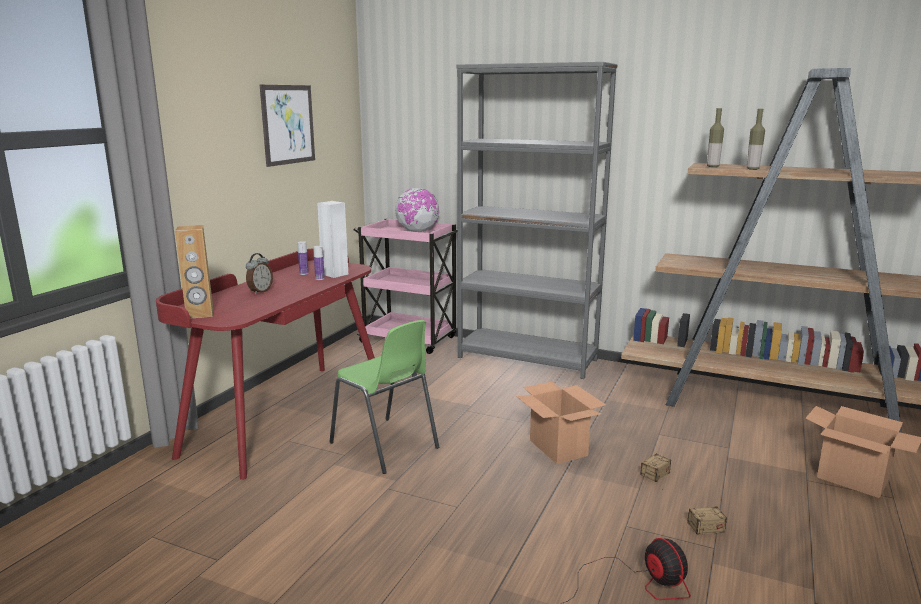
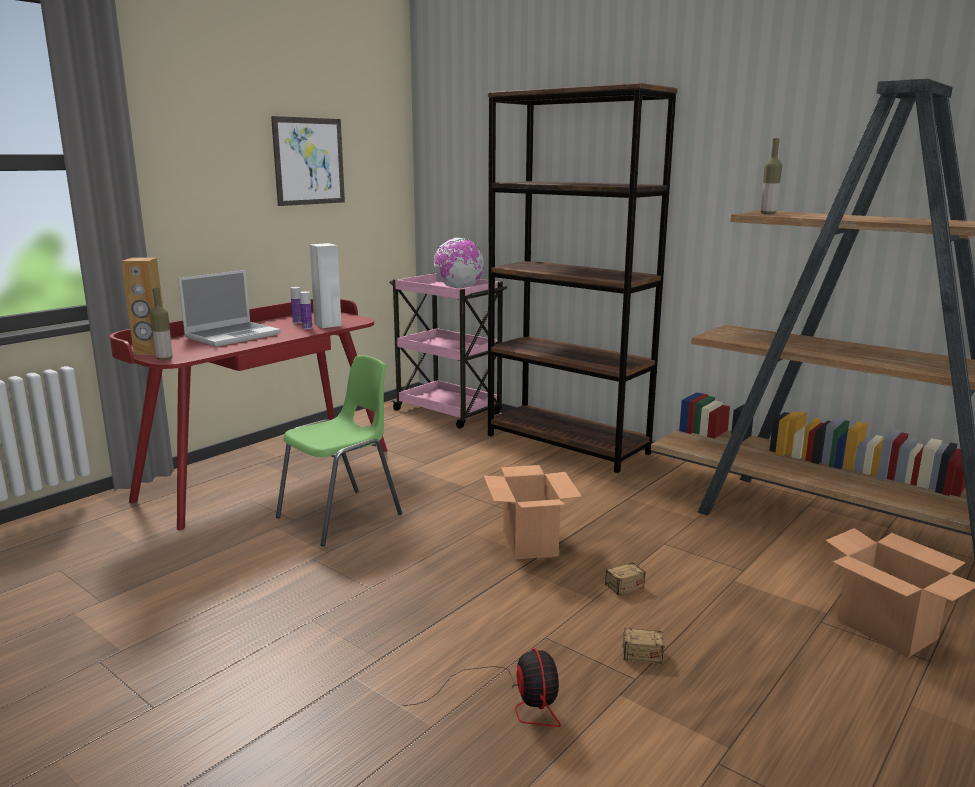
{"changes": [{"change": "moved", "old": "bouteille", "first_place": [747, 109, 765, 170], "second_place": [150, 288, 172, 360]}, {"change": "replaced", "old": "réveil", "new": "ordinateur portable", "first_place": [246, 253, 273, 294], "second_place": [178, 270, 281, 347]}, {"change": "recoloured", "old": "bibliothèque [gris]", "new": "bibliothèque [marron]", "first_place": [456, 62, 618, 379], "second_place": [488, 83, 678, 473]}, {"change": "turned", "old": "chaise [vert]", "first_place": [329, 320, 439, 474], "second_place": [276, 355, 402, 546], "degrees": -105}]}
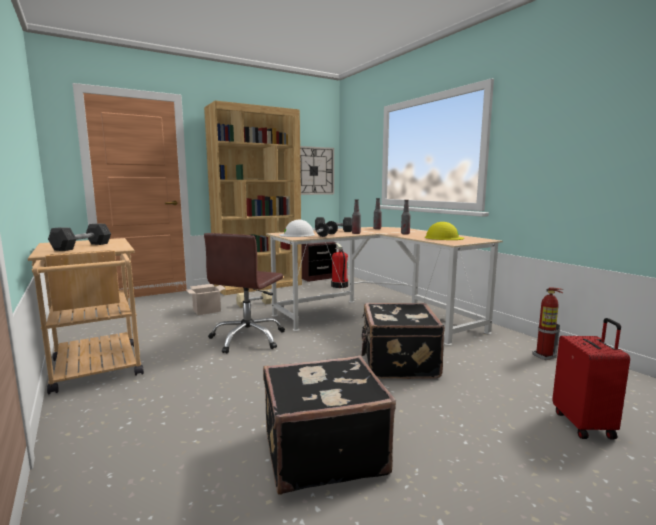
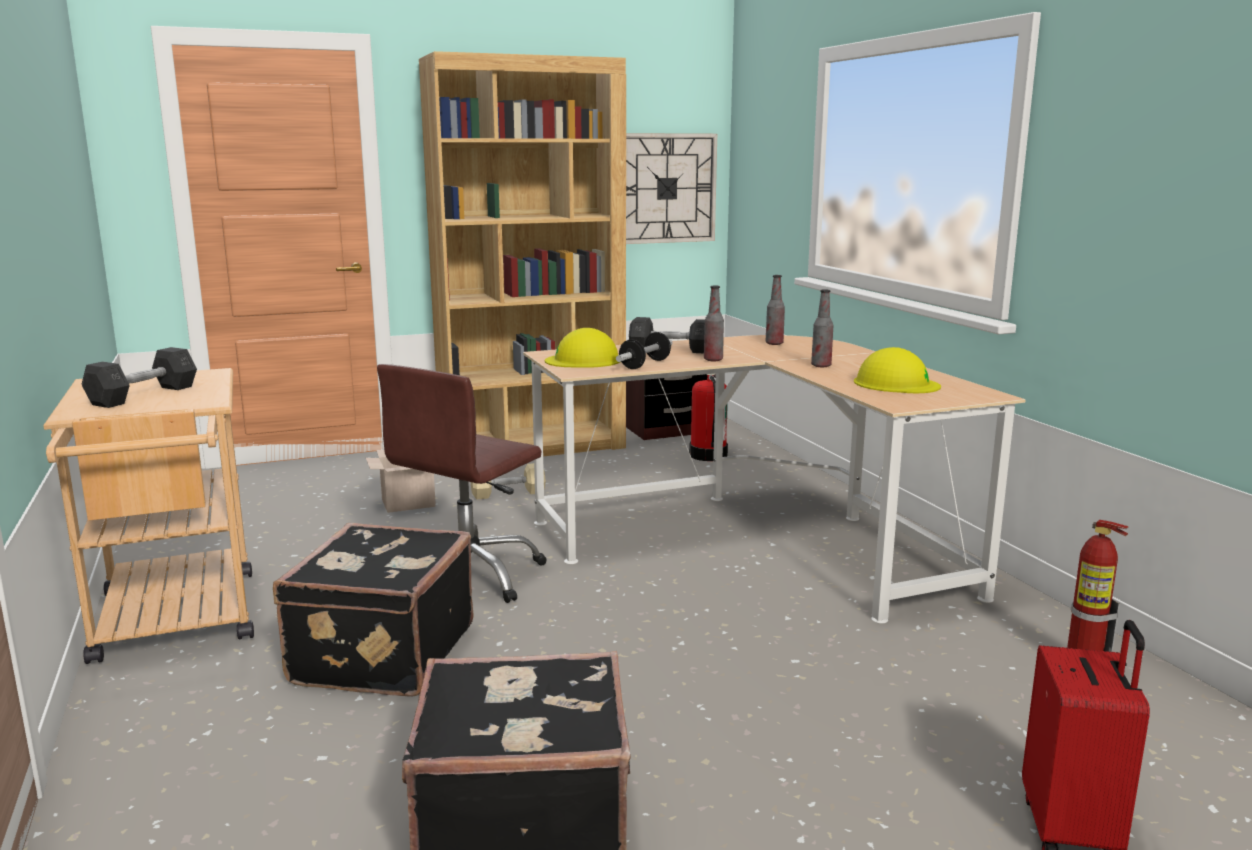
{"changes": [{"change": "moved", "old": "valise [noir]", "first_place": [361, 303, 445, 379], "second_place": [273, 523, 474, 697]}, {"change": "recoloured", "old": "casque de chantier [blanc]", "new": "casque de chantier [jaune]", "first_place": [279, 220, 315, 237], "second_place": [545, 328, 620, 368]}]}
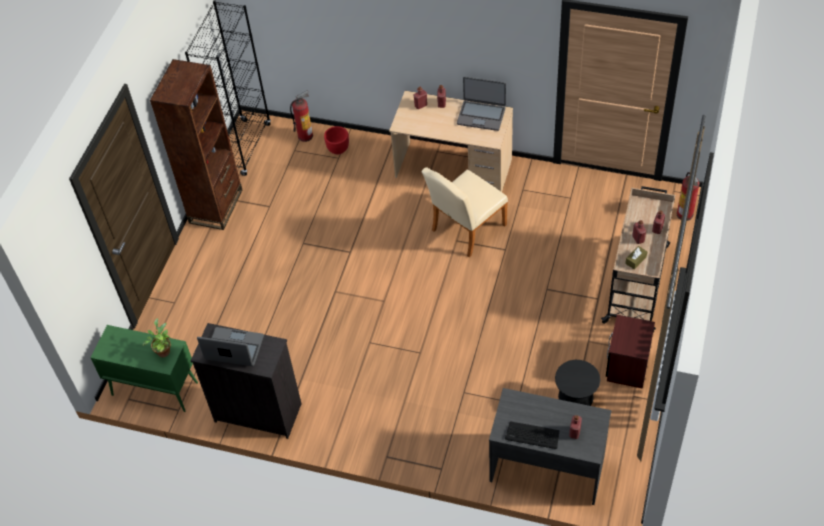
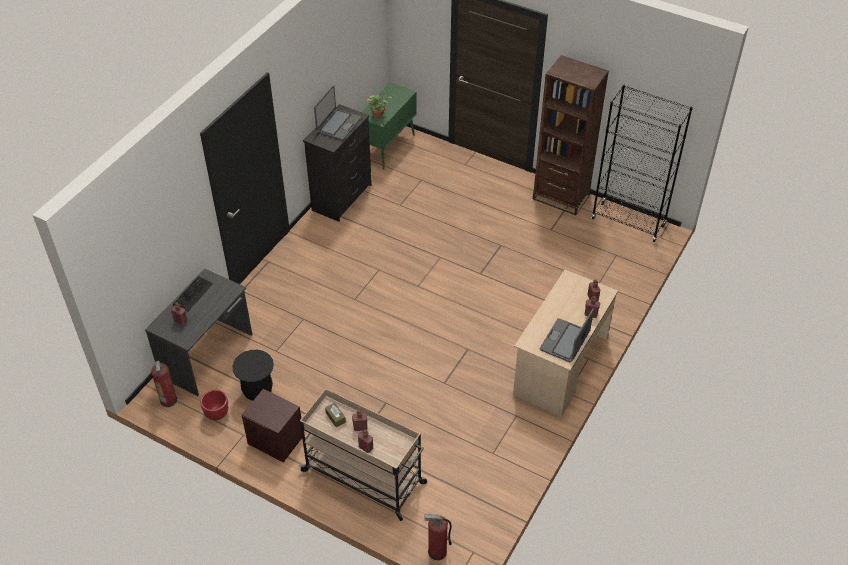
{"changes": [{"change": "removed", "old": "chaise [beige]", "first_place": [421, 167, 508, 257]}, {"change": "moved", "old": "extincteur", "first_place": [290, 91, 313, 142], "second_place": [151, 359, 177, 407]}, {"change": "moved", "old": "cache-pot [rouge]", "first_place": [324, 126, 349, 155], "second_place": [200, 390, 228, 420]}]}
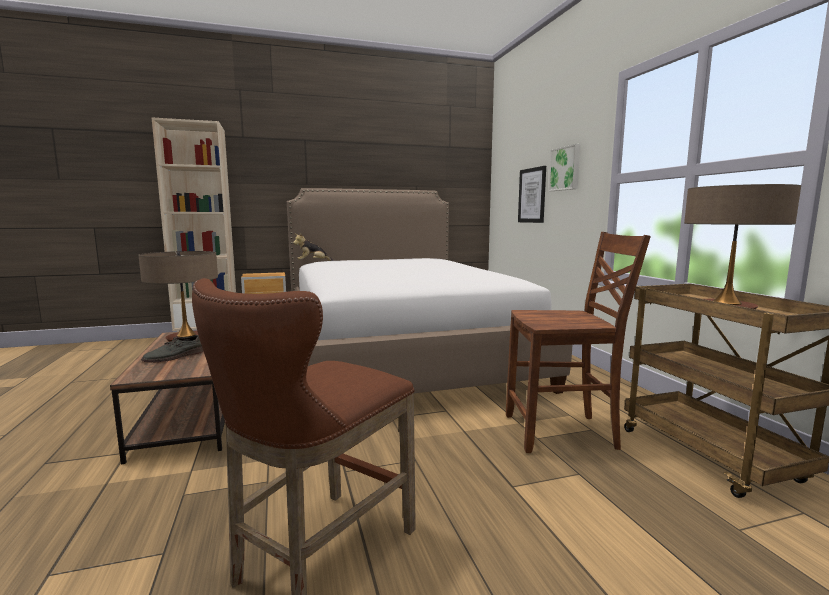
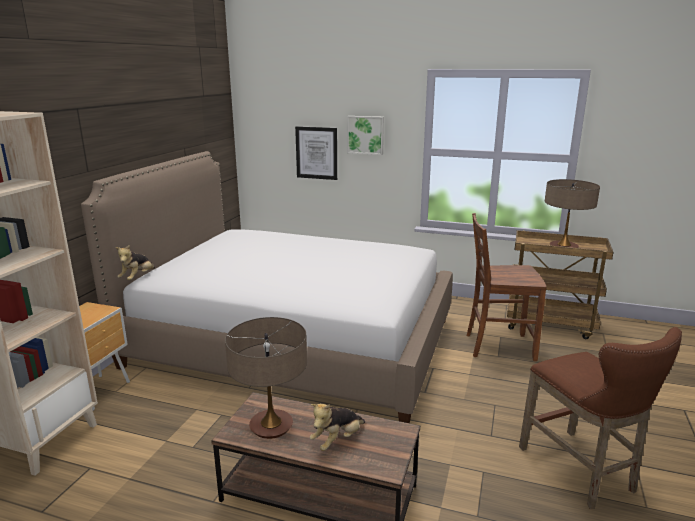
{"changes": [{"change": "replaced", "old": "chaussure [gris]", "new": "peluche", "first_place": [141, 335, 204, 363], "second_place": [310, 404, 365, 451]}, {"change": "turned", "old": "chaise [marron]", "first_place": [506, 232, 651, 453], "second_place": [467, 213, 547, 361], "degrees": -120}]}
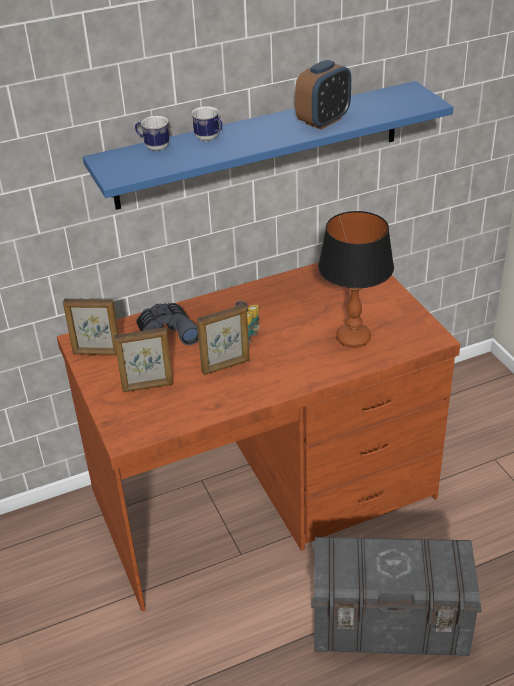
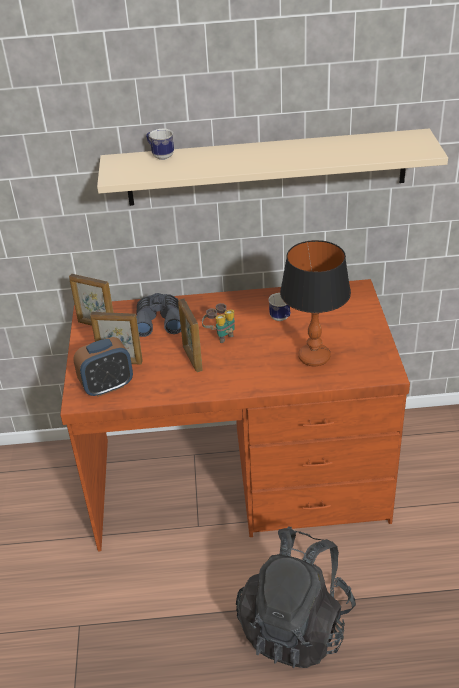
{"changes": [{"change": "moved", "old": "mug", "first_place": [191, 106, 222, 141], "second_place": [268, 293, 290, 321]}, {"change": "moved", "old": "réveil", "first_place": [295, 60, 351, 130], "second_place": [73, 337, 133, 397]}, {"change": "replaced", "old": "boîte de rangement [gris]", "new": "sac à dos [noir]", "first_place": [311, 537, 482, 656], "second_place": [236, 526, 356, 668]}, {"change": "recoloured", "old": "étagère [bleu]", "new": "étagère [beige]", "first_place": [83, 81, 454, 210], "second_place": [97, 129, 448, 206]}, {"change": "turned", "old": "cadre photo", "first_place": [197, 305, 249, 375], "second_place": [178, 299, 203, 372], "degrees": 75}]}
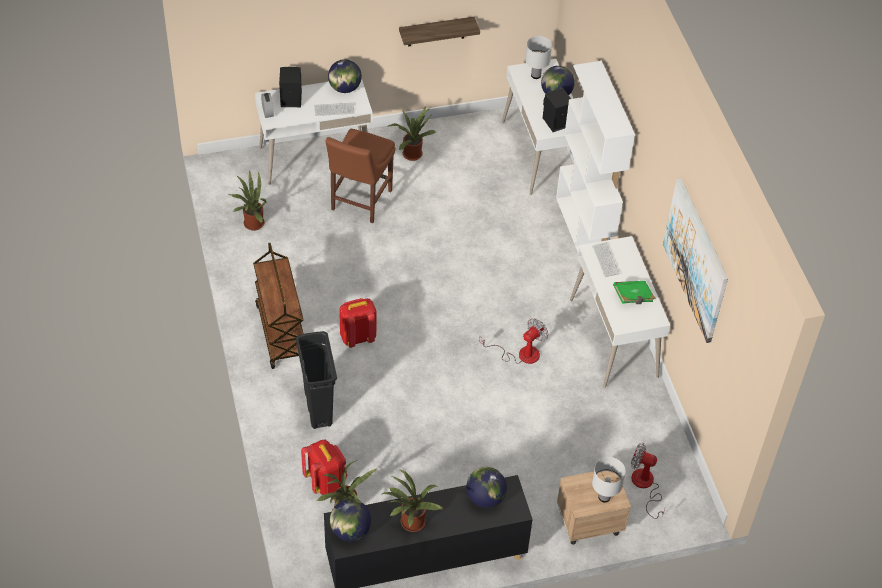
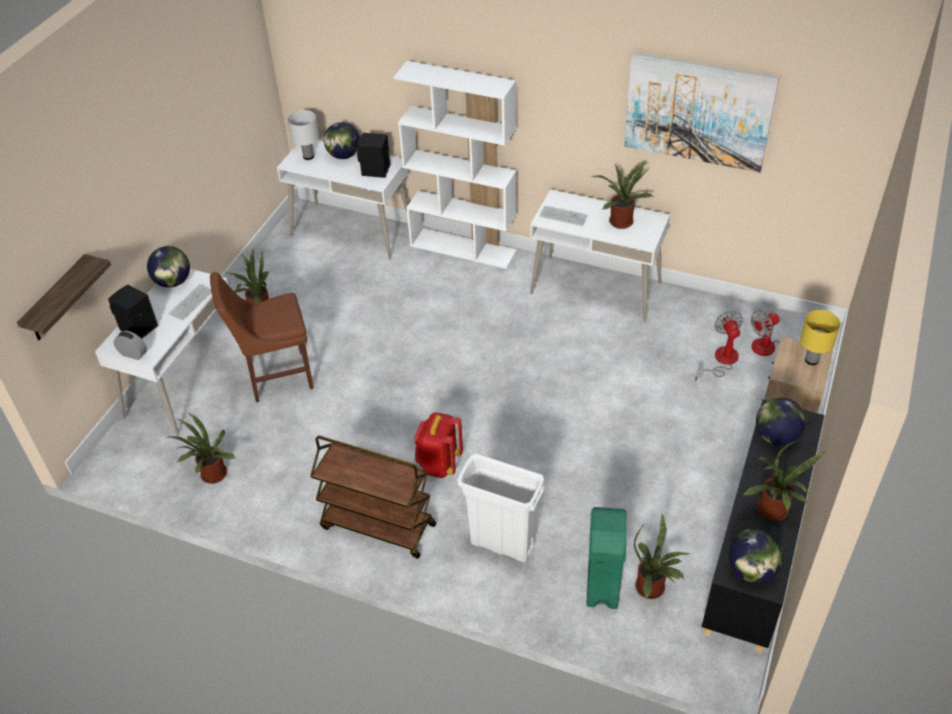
{"changes": [{"change": "moved", "old": "étagère", "first_place": [399, 17, 480, 47], "second_place": [17, 254, 111, 340]}, {"change": "moved", "old": "ventilateur", "first_place": [479, 318, 548, 364], "second_place": [695, 311, 743, 381]}, {"change": "replaced", "old": "sac à dos [rouge]", "new": "poubelle [vert]", "first_place": [301, 440, 347, 495], "second_place": [586, 507, 627, 609]}, {"change": "replaced", "old": "livre [vert]", "new": "plante en pot", "first_place": [613, 281, 656, 304], "second_place": [592, 162, 653, 229]}, {"change": "recoloured", "old": "poubelle [noir]", "new": "poubelle [blanc]", "first_place": [296, 331, 337, 429], "second_place": [457, 454, 545, 562]}, {"change": "recoloured", "old": "lampe de table [blanc]", "new": "lampe de table [jaune]", "first_place": [592, 457, 626, 502], "second_place": [800, 310, 840, 365]}, {"change": "turned", "old": "chaise [marron]", "first_place": [326, 129, 396, 223], "second_place": [210, 272, 314, 402], "degrees": 105}]}
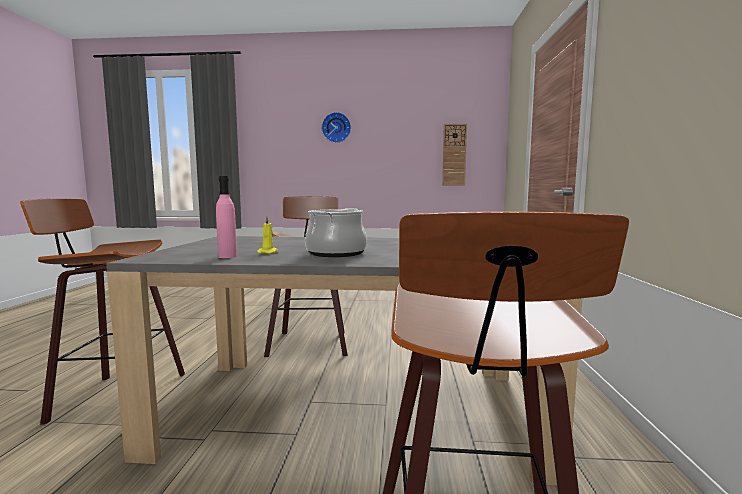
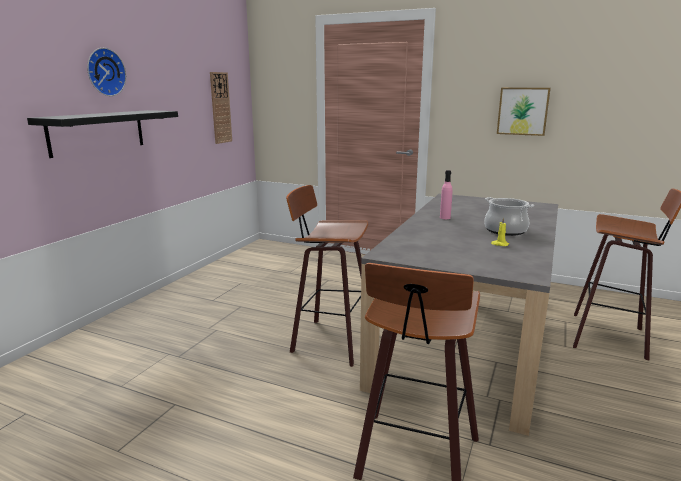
{"changes": [{"change": "added", "new": "étagère [noir]", "second_place": [27, 110, 178, 158]}, {"change": "added", "new": "tableau", "second_place": [497, 88, 551, 136]}, {"change": "moved", "old": "bouteille [rose]", "first_place": [216, 176, 237, 258], "second_place": [440, 170, 453, 219]}]}
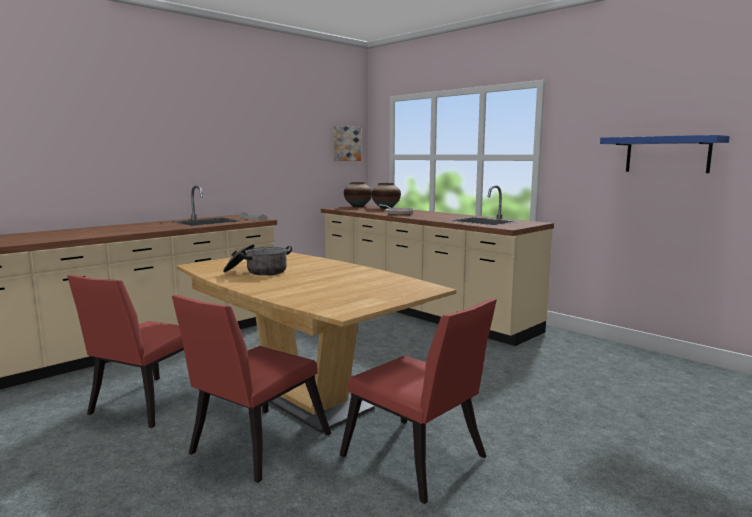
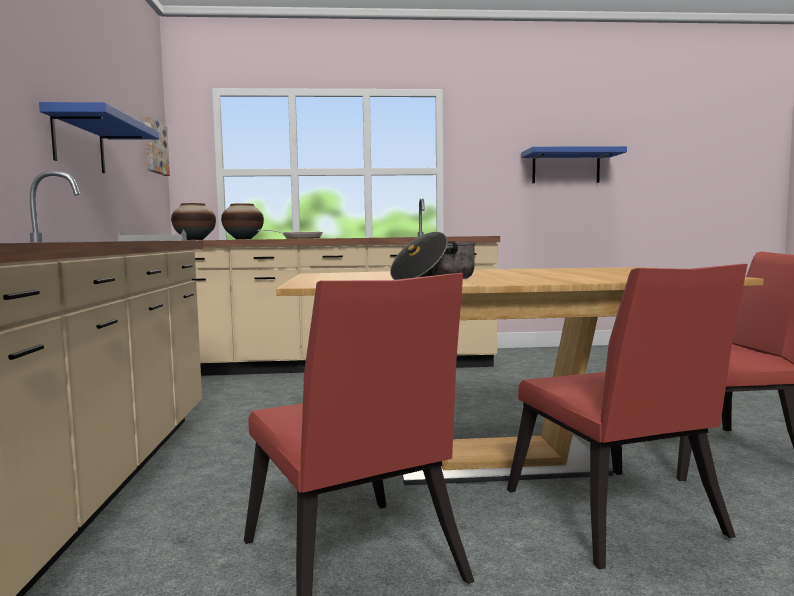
{"changes": [{"change": "added", "new": "étagère [bleu]", "second_place": [39, 102, 159, 173]}]}
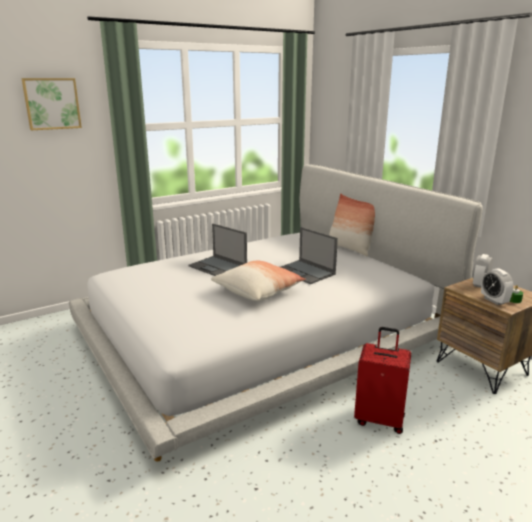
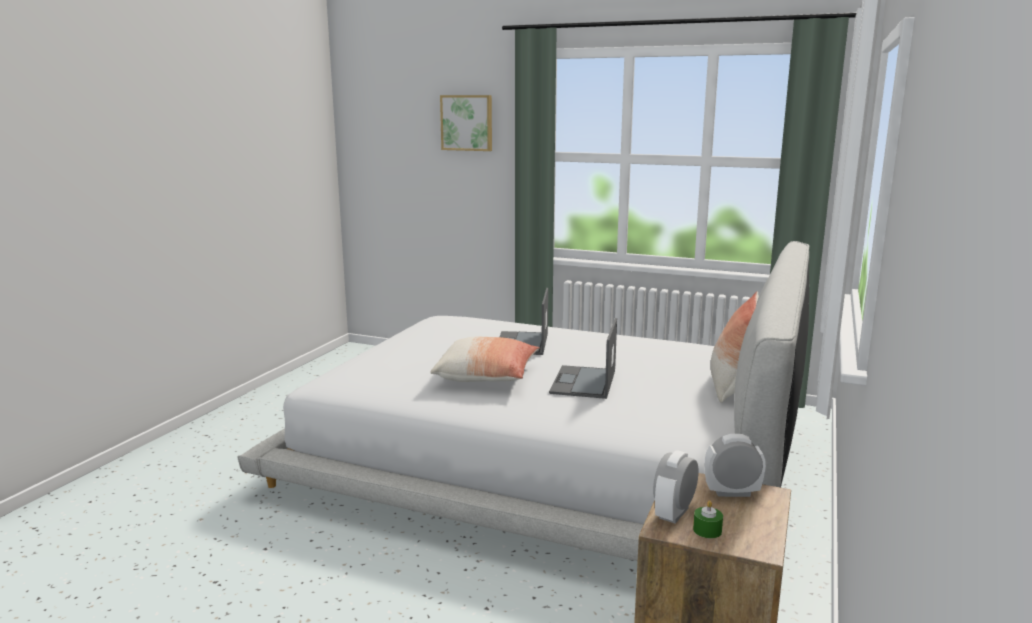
{"changes": [{"change": "removed", "old": "valise [rouge]", "first_place": [354, 327, 411, 434]}]}
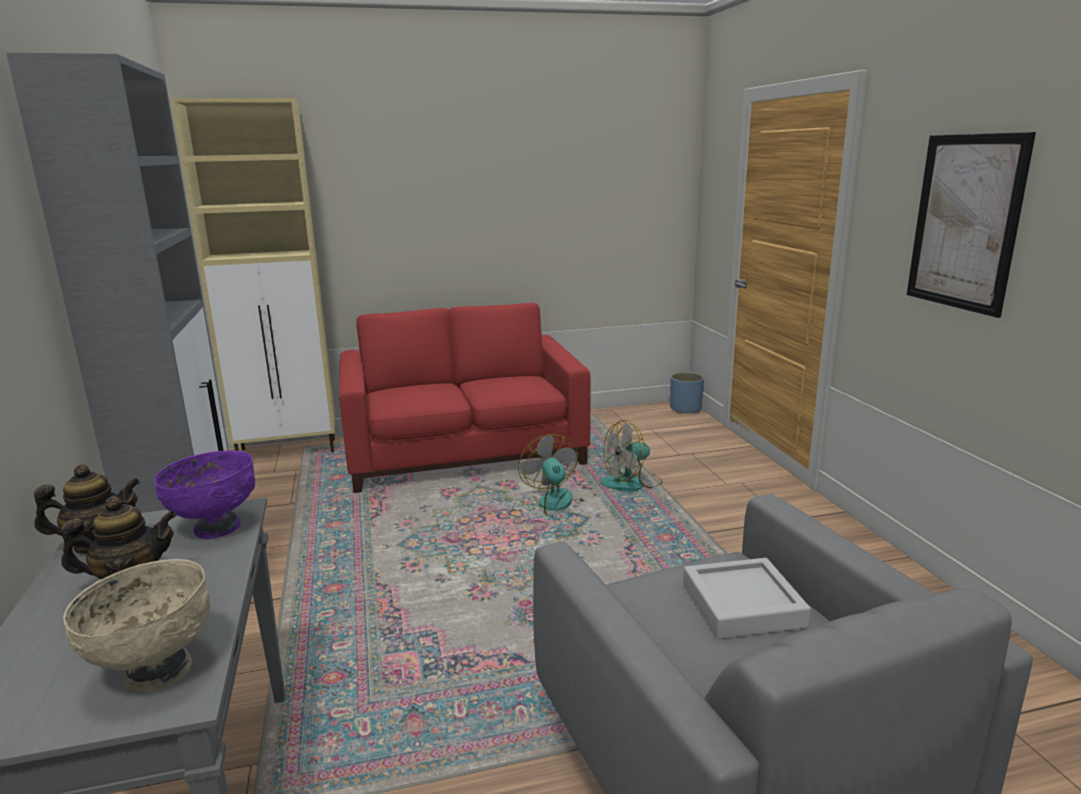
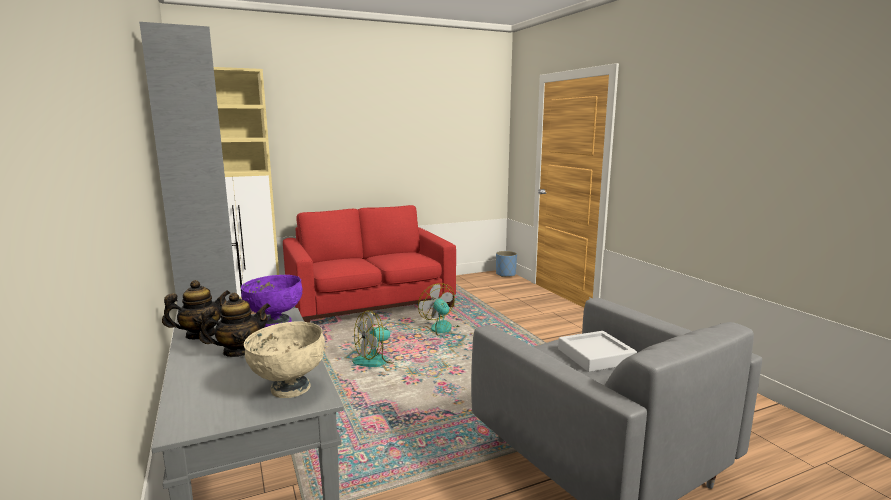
{"changes": [{"change": "removed", "old": "tableau", "first_place": [907, 132, 1036, 318]}, {"change": "moved", "old": "ventilateur", "first_place": [600, 420, 663, 492], "second_place": [352, 310, 401, 367]}]}
